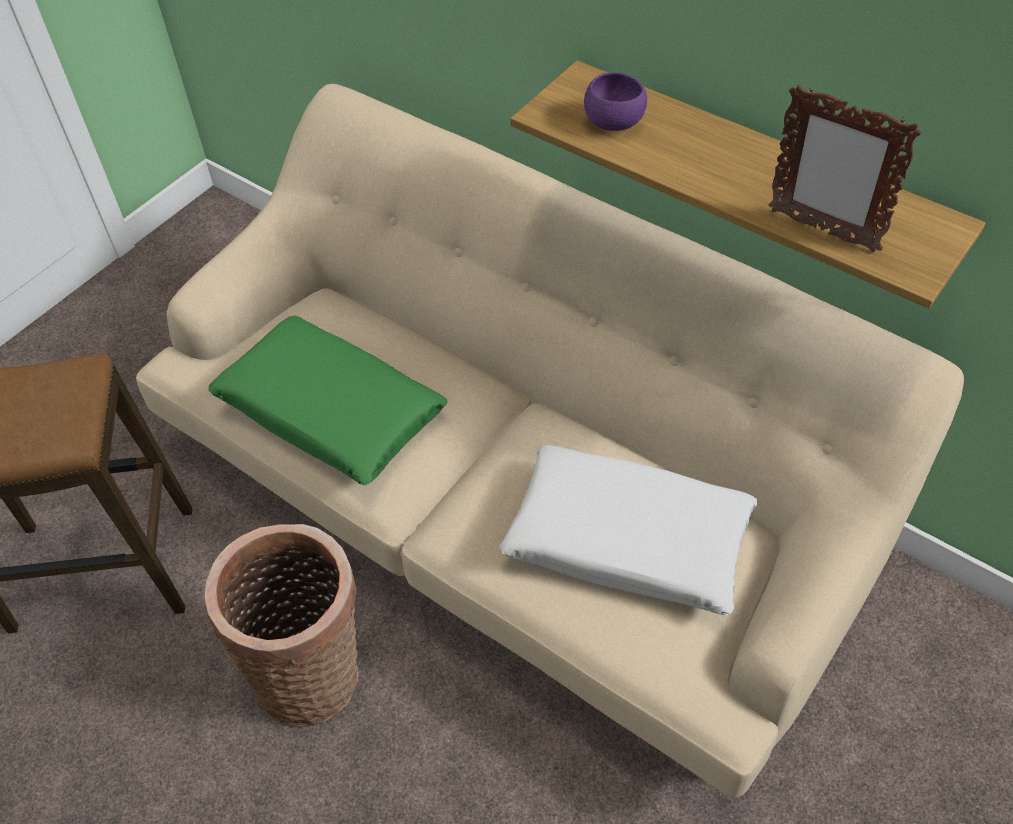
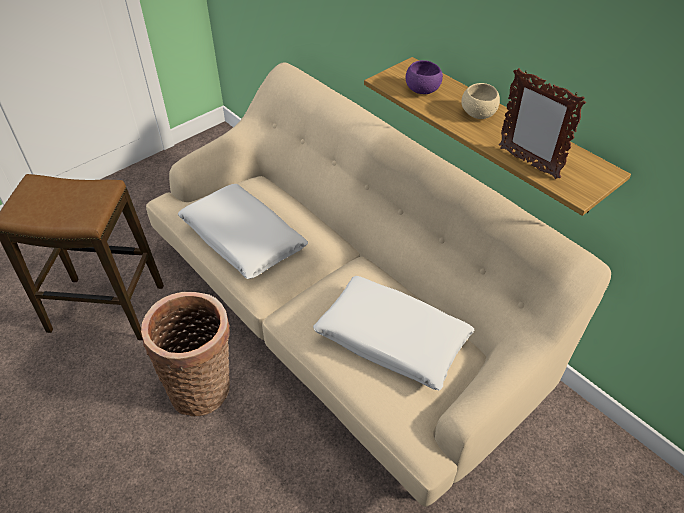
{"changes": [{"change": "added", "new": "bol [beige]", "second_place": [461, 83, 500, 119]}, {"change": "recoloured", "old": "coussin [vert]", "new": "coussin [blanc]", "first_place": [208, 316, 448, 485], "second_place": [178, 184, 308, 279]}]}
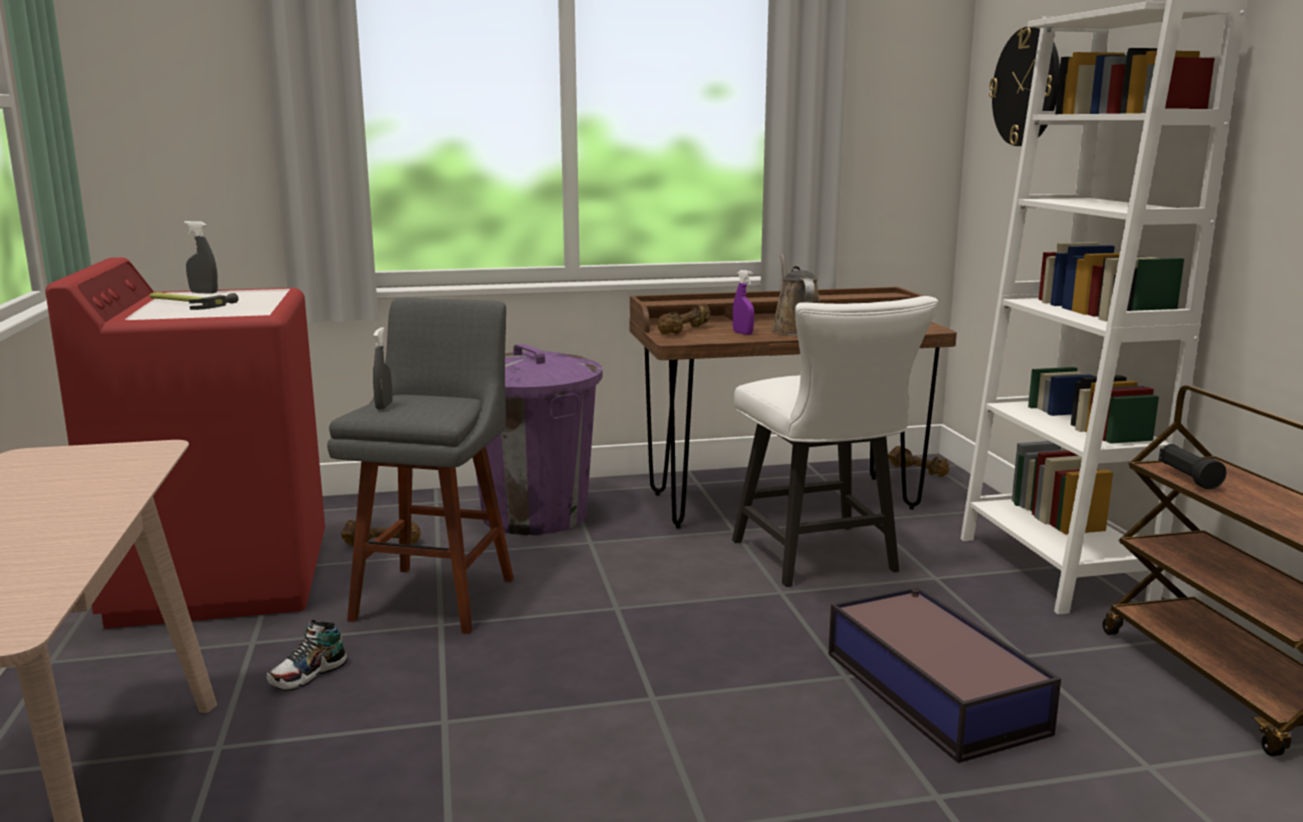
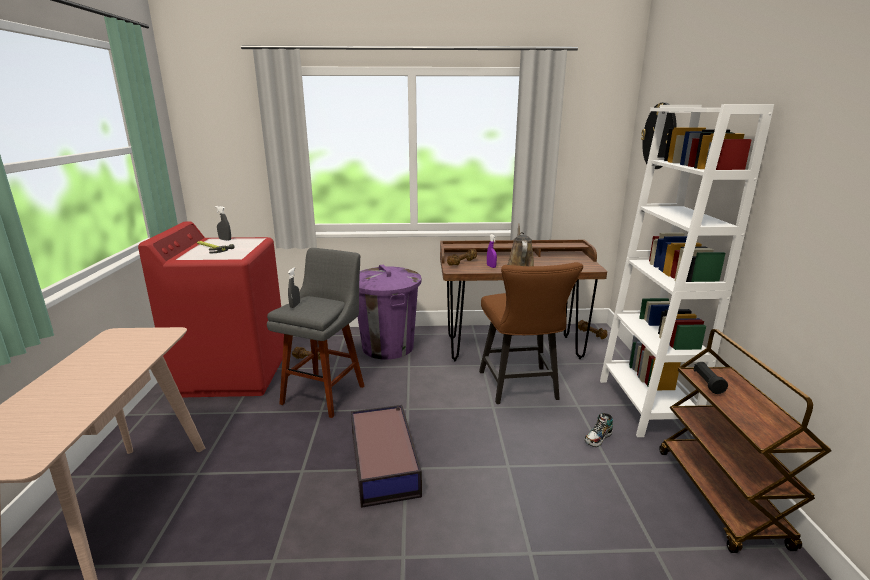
{"changes": [{"change": "moved", "old": "chaussure", "first_place": [266, 620, 347, 691], "second_place": [585, 413, 613, 447]}, {"change": "moved", "old": "boîte de rangement", "first_place": [828, 587, 1061, 763], "second_place": [351, 405, 422, 508]}, {"change": "recoloured", "old": "chaise [blanc]", "new": "chaise [marron]", "first_place": [732, 296, 938, 587], "second_place": [479, 262, 583, 404]}]}
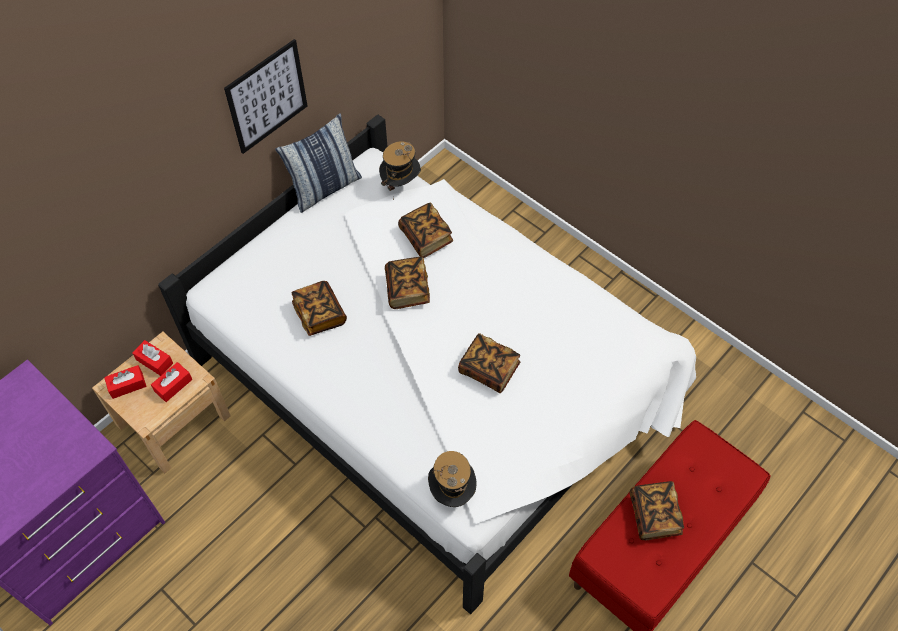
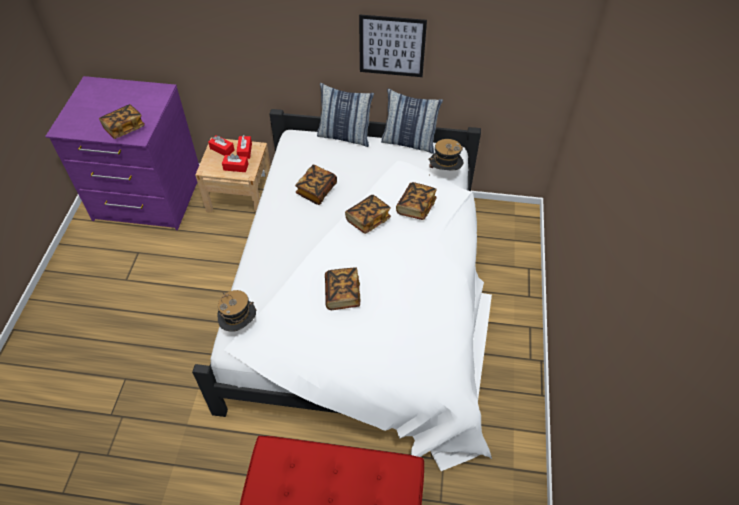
{"changes": [{"change": "added", "new": "coussin", "second_place": [317, 83, 374, 147]}, {"change": "moved", "old": "livre", "first_place": [629, 481, 684, 540], "second_place": [99, 104, 145, 139]}]}
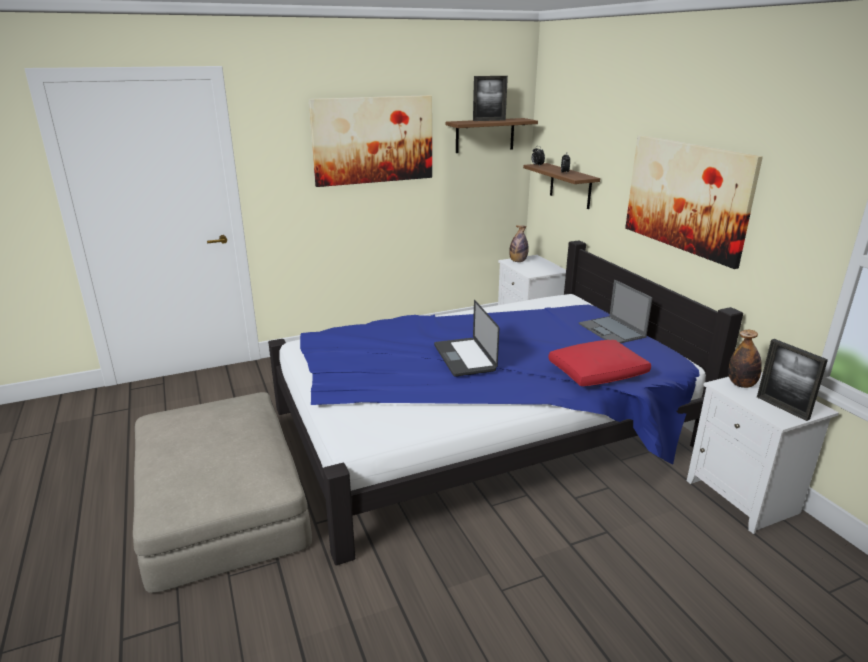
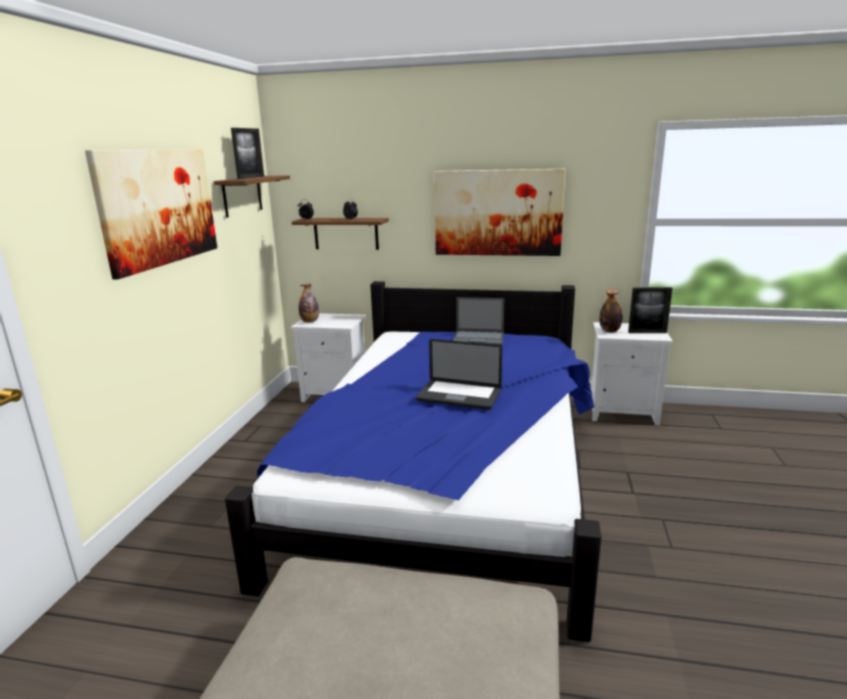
{"changes": [{"change": "removed", "old": "coussin [rouge]", "first_place": [548, 340, 651, 386]}]}
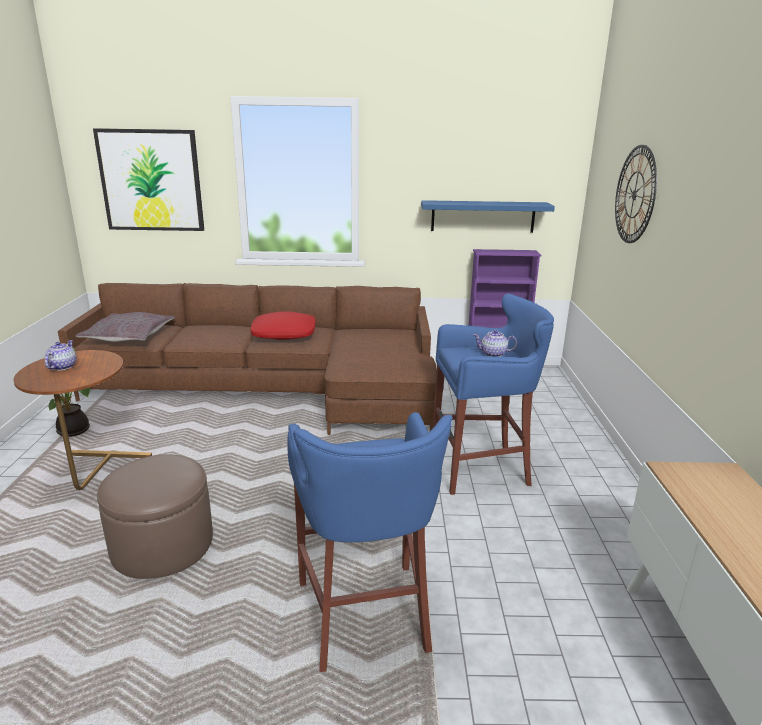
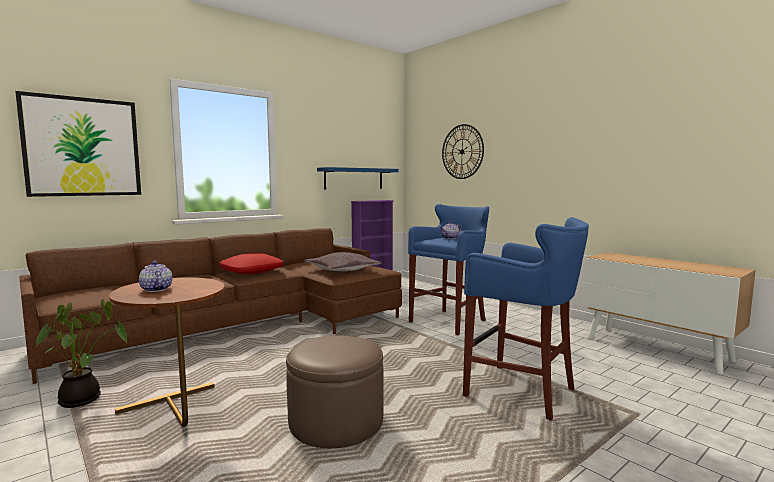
{"changes": [{"change": "moved", "old": "coussin [gris]", "first_place": [75, 312, 175, 342], "second_place": [305, 252, 382, 271]}]}
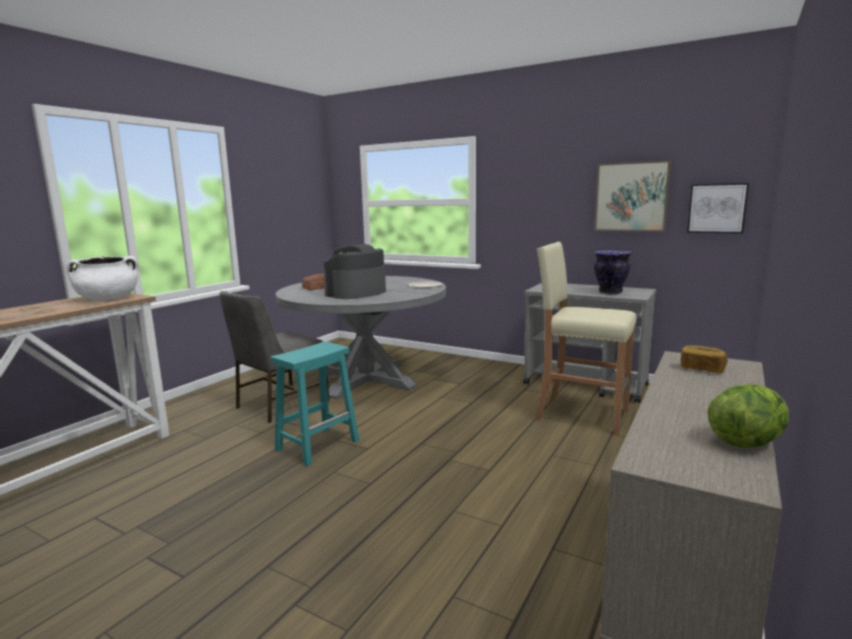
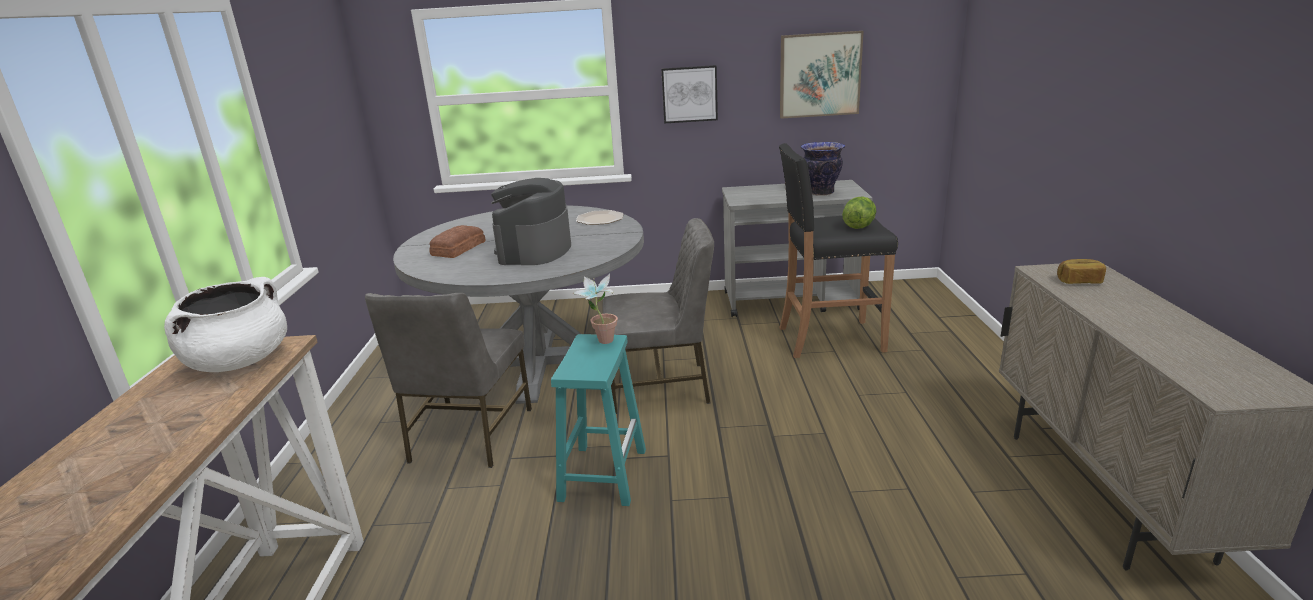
{"changes": [{"change": "added", "new": "plante en pot", "second_place": [572, 274, 618, 344]}, {"change": "added", "new": "chaise [gris]", "second_place": [602, 218, 714, 414]}, {"change": "moved", "old": "tableau", "first_place": [687, 183, 749, 234], "second_place": [661, 65, 718, 123]}, {"change": "moved", "old": "laitue", "first_place": [708, 384, 789, 448], "second_place": [842, 196, 876, 229]}, {"change": "recoloured", "old": "tabouret [beige]", "new": "tabouret [noir]", "first_place": [535, 242, 637, 435], "second_place": [779, 143, 898, 358]}]}
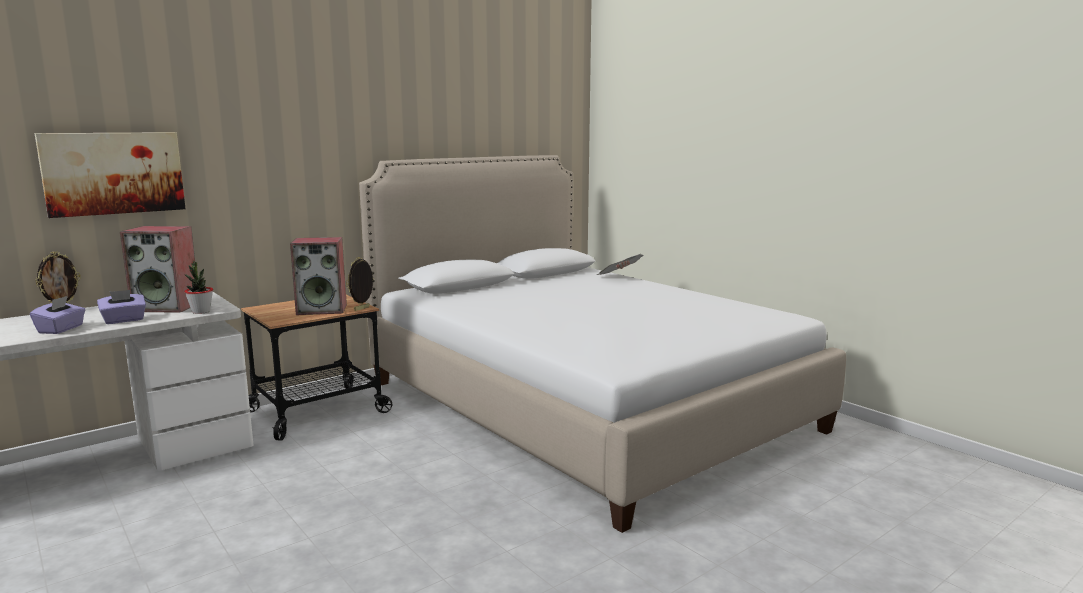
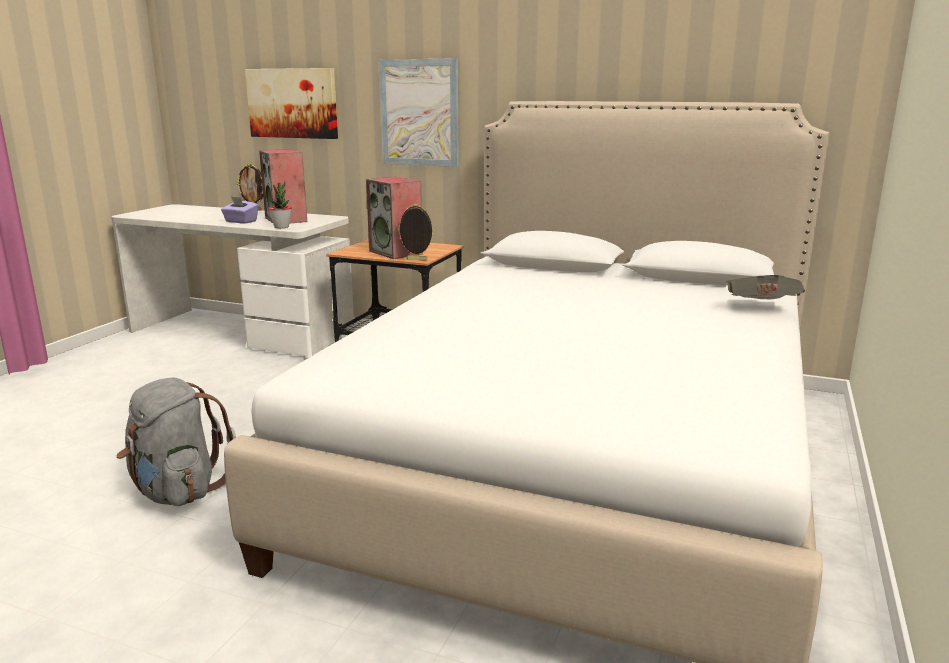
{"changes": [{"change": "removed", "old": "boîte à mouchoirs [violet]", "first_place": [30, 296, 86, 334]}, {"change": "added", "new": "sac à dos [gris]", "second_place": [117, 377, 236, 506]}, {"change": "added", "new": "tableau", "second_place": [379, 58, 459, 167]}]}
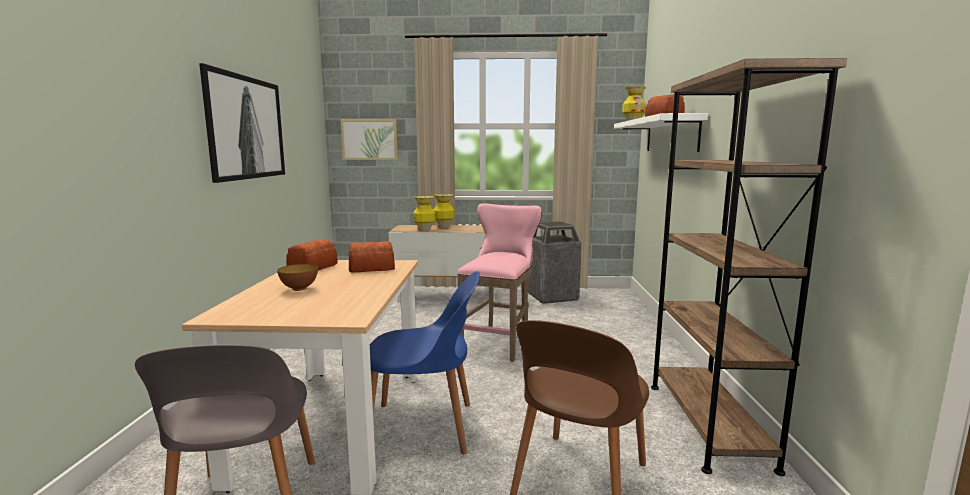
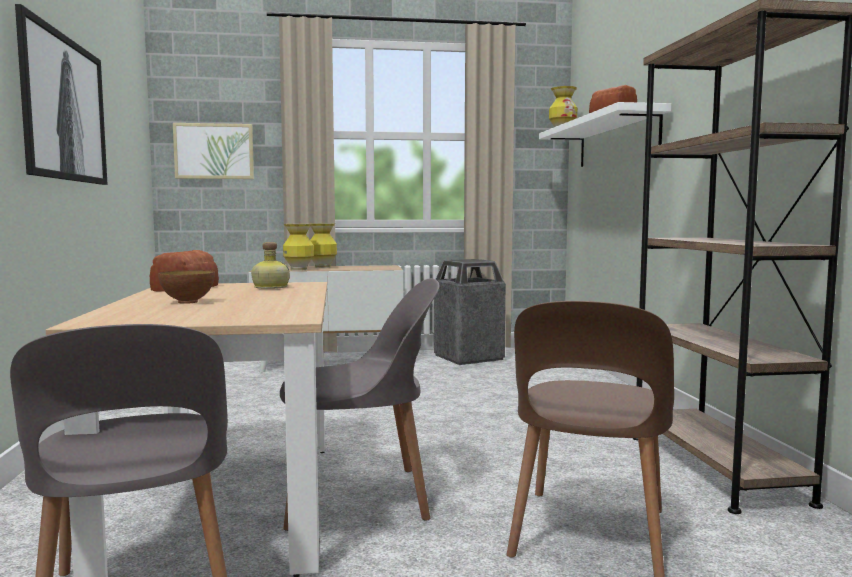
{"changes": [{"change": "removed", "old": "tabouret [rose]", "first_place": [457, 203, 542, 362]}, {"change": "replaced", "old": "pain", "new": "bouteille", "first_place": [349, 241, 395, 273], "second_place": [251, 242, 290, 289]}, {"change": "recoloured", "old": "chaise [bleu]", "new": "chaise [gris]", "first_place": [370, 271, 480, 454], "second_place": [280, 278, 439, 531]}]}
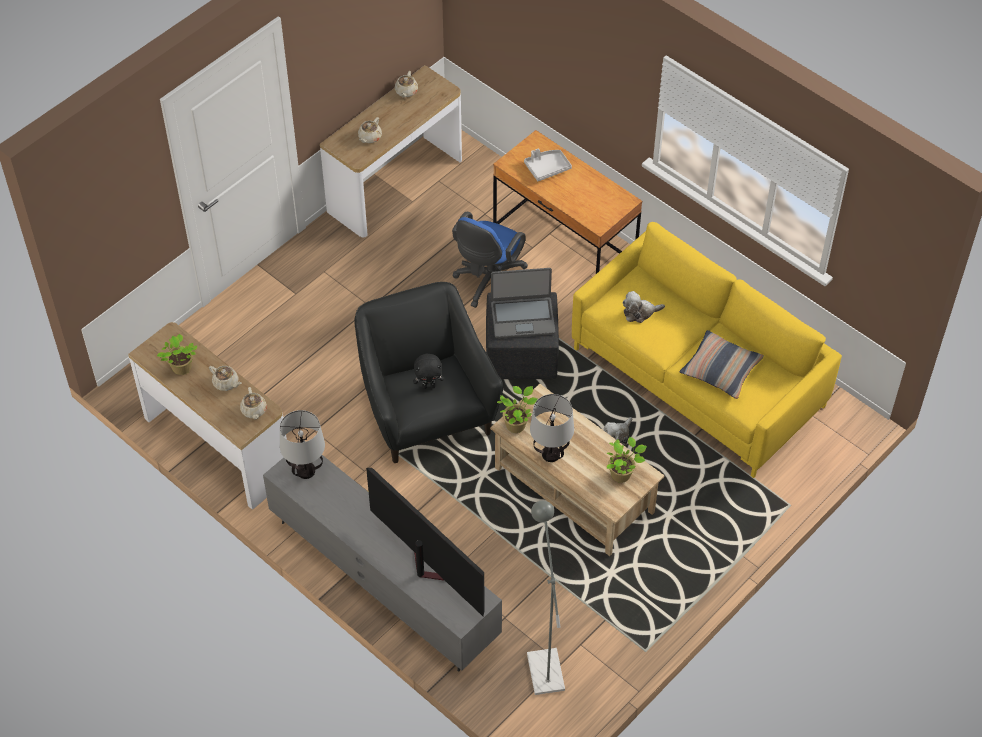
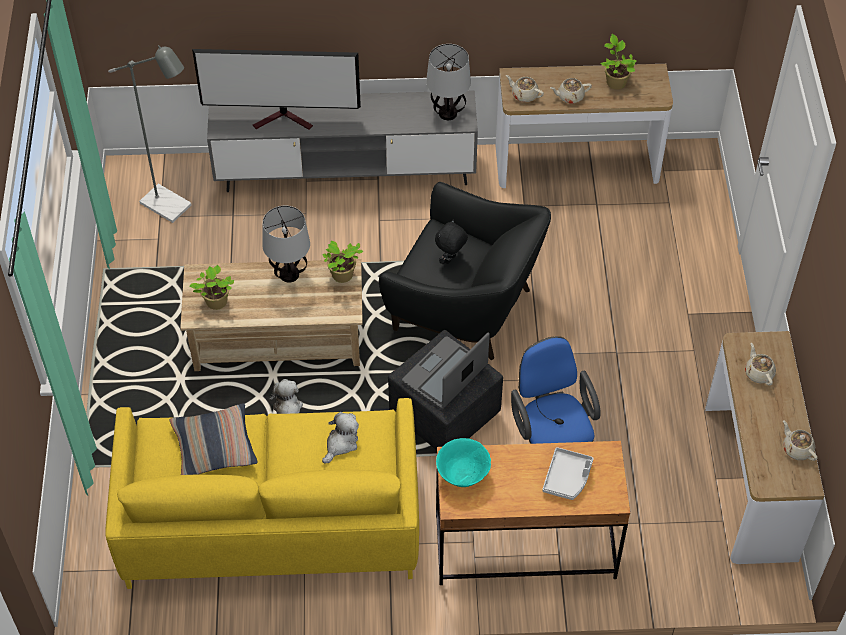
{"changes": [{"change": "added", "new": "bol [turquoise]", "second_place": [436, 438, 491, 487]}]}
